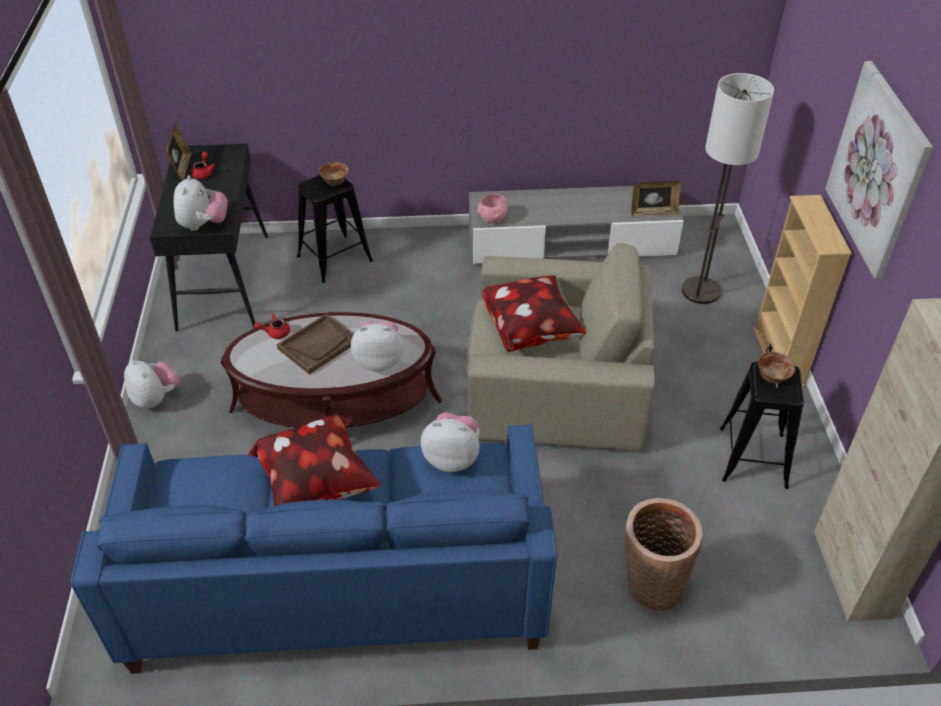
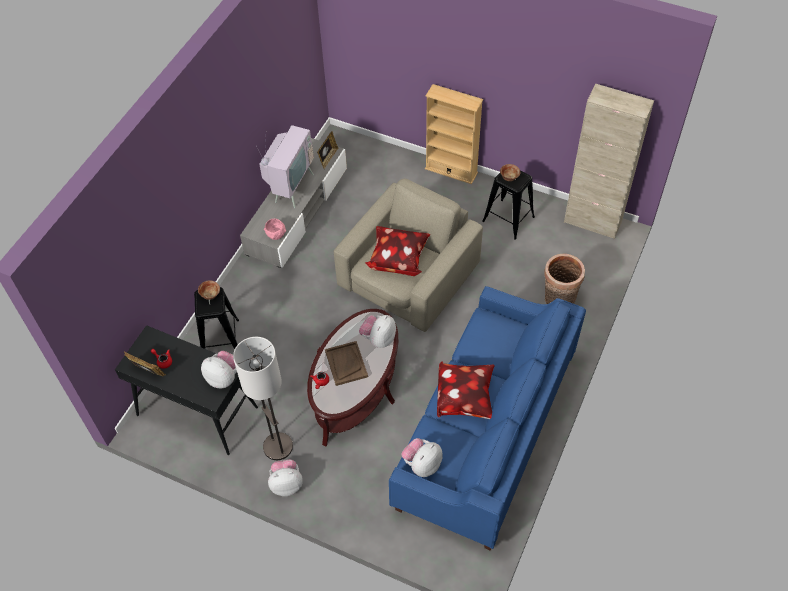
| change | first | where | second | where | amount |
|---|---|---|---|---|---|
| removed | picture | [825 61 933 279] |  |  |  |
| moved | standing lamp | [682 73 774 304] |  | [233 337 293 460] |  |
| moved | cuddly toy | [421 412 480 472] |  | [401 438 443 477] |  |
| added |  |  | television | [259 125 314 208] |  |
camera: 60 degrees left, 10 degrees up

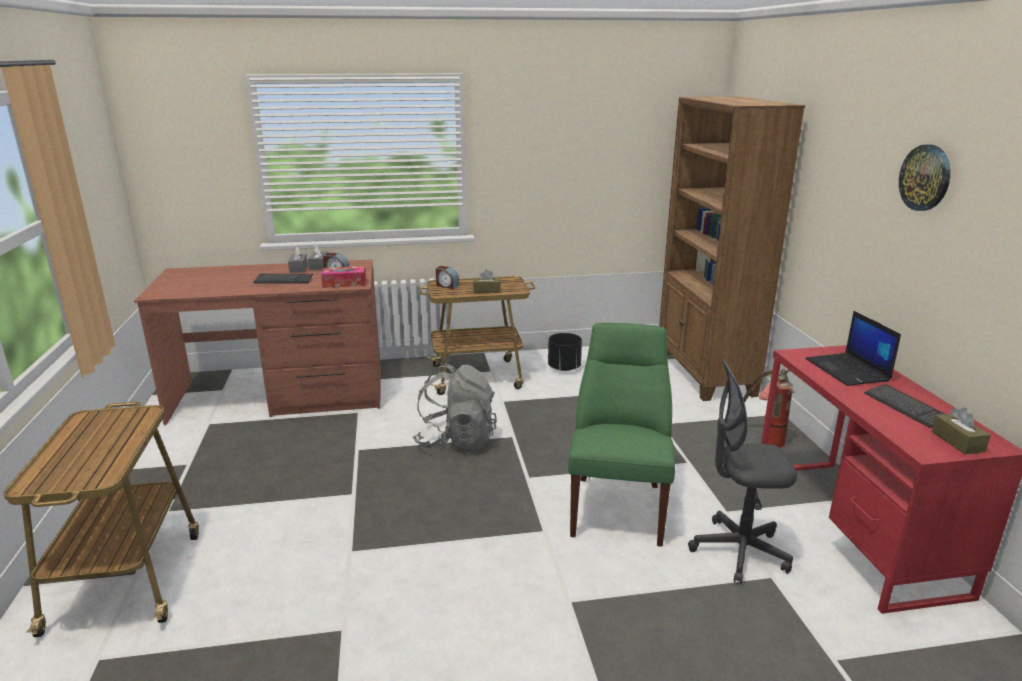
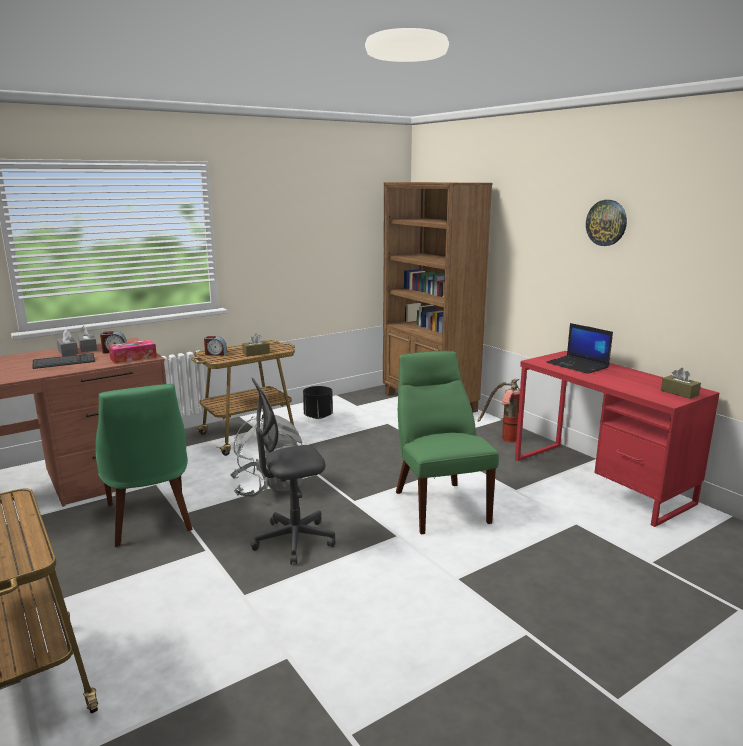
| change | first | where | second | where | amount |
|---|---|---|---|---|---|
| moved | office chair (gray) | [688 359 797 584] |  | [251 378 336 565] |  |
| removed | keyboard | [864 384 945 428] |  |  |  |
| added |  |  | plain chair (green-coloured) | [95 384 193 547] |  |
camera: 25 degrees left, 5 degrees down

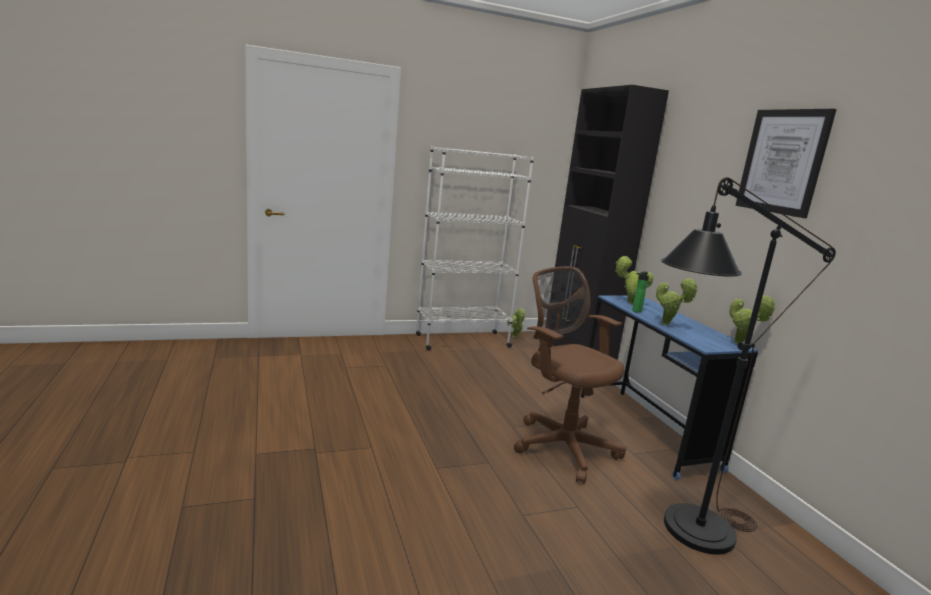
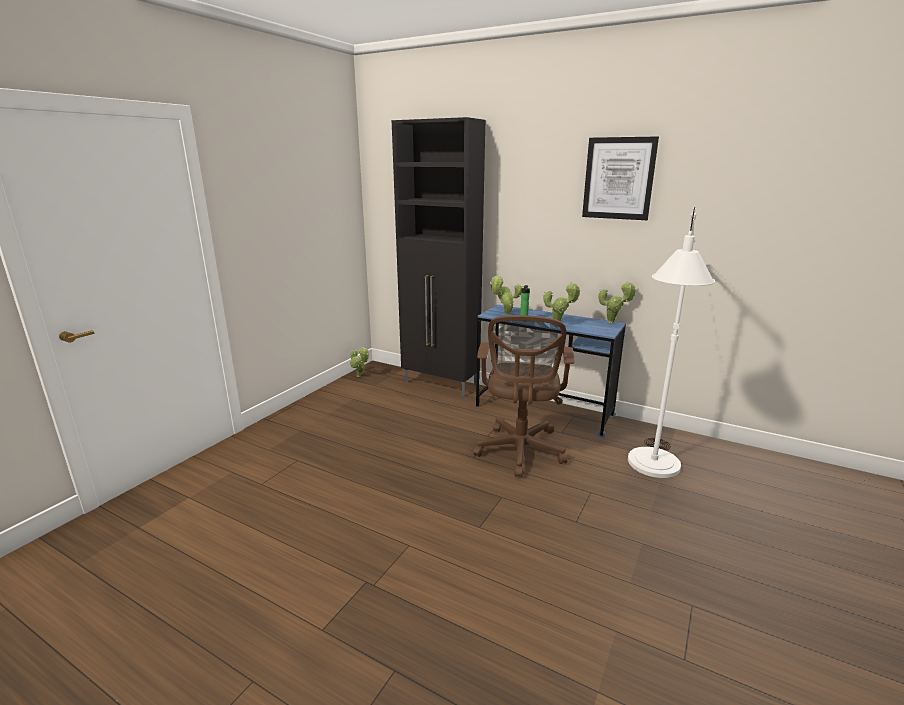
| change | first | where | second | where | amount |
|---|---|---|---|---|---|
| removed | bookshelf (white) | [416 146 534 351] |  |  |  |
| recoloured | standing lamp (blackish) | [661 177 836 555] | standing lamp (white) | [628 207 715 478] |  |
| turned | office chair (brown-coloured) | [514 266 626 484] |  | [473 315 574 478] | 90 degrees counterclockwise |
camera: 40 degrees left, 5 degrees up

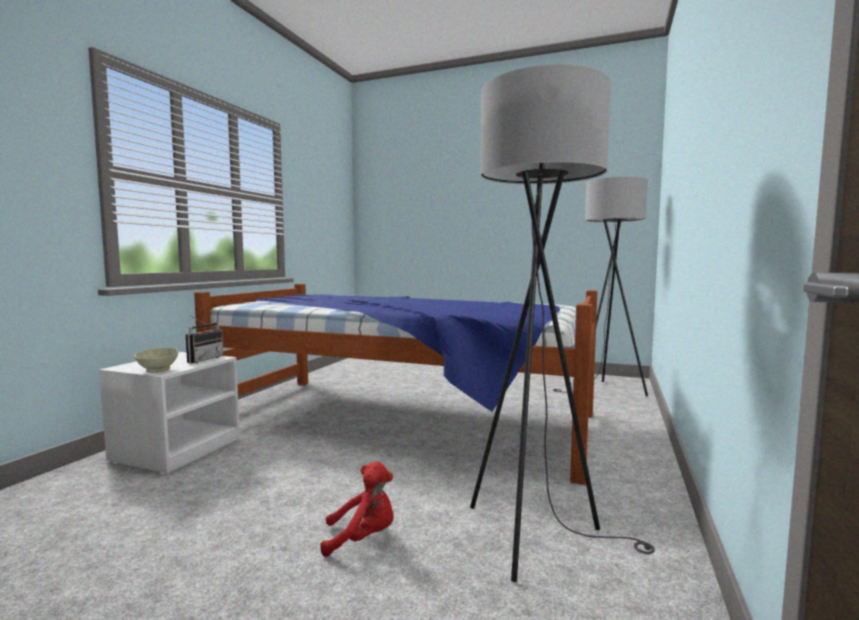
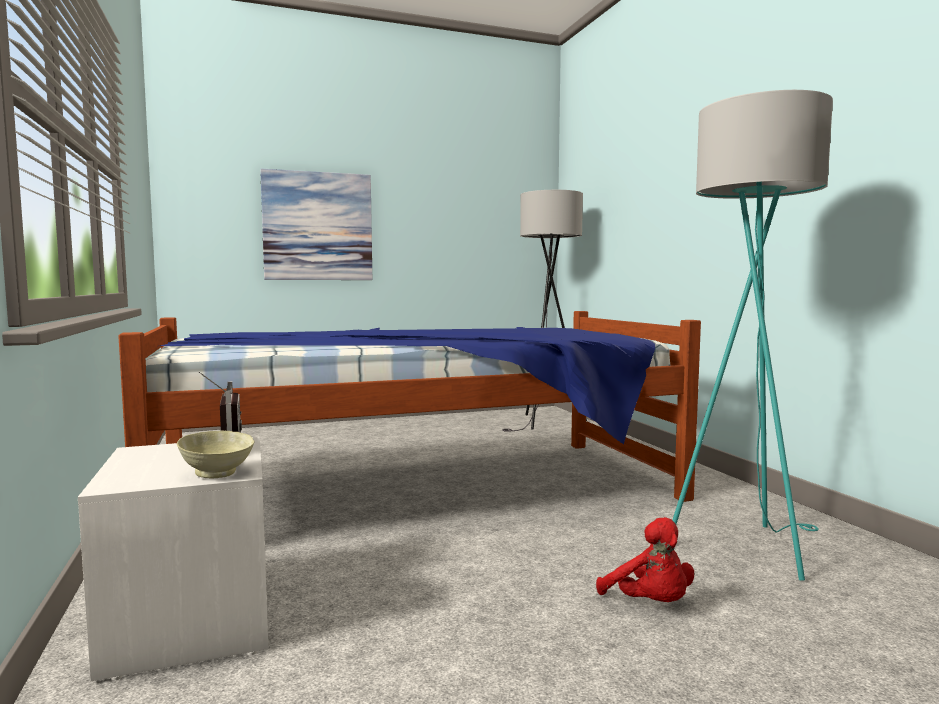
| change | first | where | second | where | amount |
|---|---|---|---|---|---|
| recoloured | standing lamp (gray) | [470 64 655 582] | standing lamp (blue-green) | [672 90 833 581] |  |
| turned | cuddly toy (reddish) | [320 462 394 557] |  | [596 517 694 602] | 105 degrees clockwise |
| added |  |  | picture | [260 168 372 280] |  |
camera: 40 degrees left, 0 degrees up

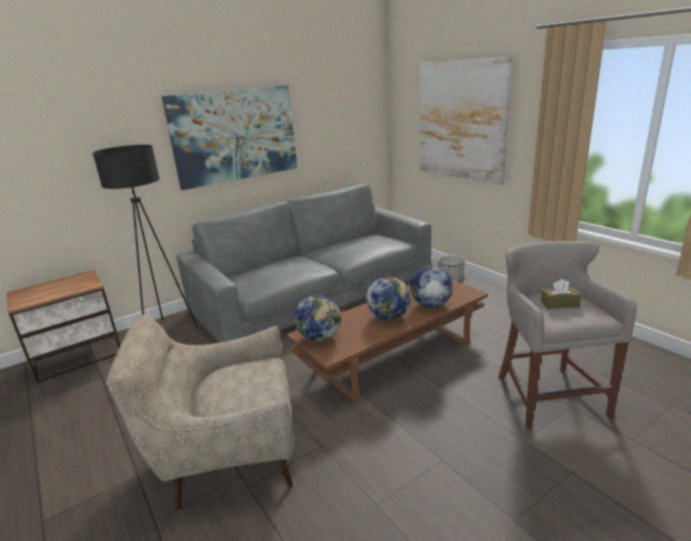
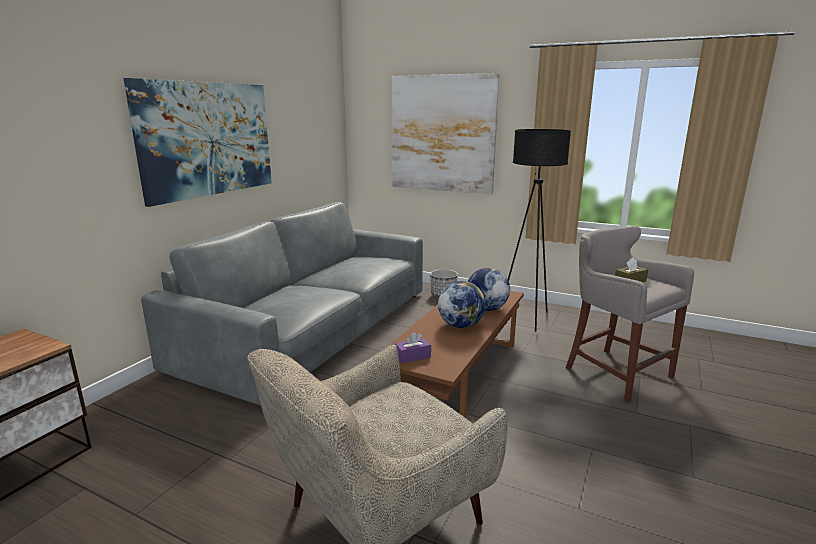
| change | first | where | second | where | amount |
|---|---|---|---|---|---|
| moved | standing lamp (blackish) | [93 145 198 328] |  | [508 129 571 332] |  |
| replaced | desk globe | [294 295 341 341] | tissue holder (purplish) | [395 332 431 363] |  |
camera: 30 degrees left, 5 degrees down

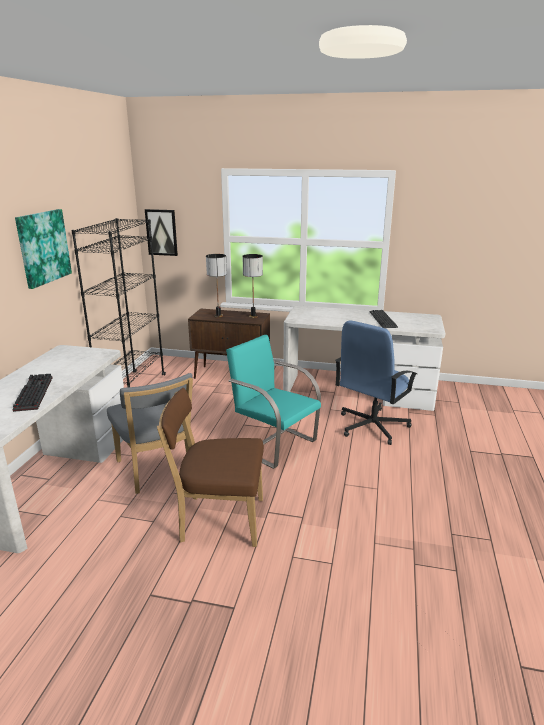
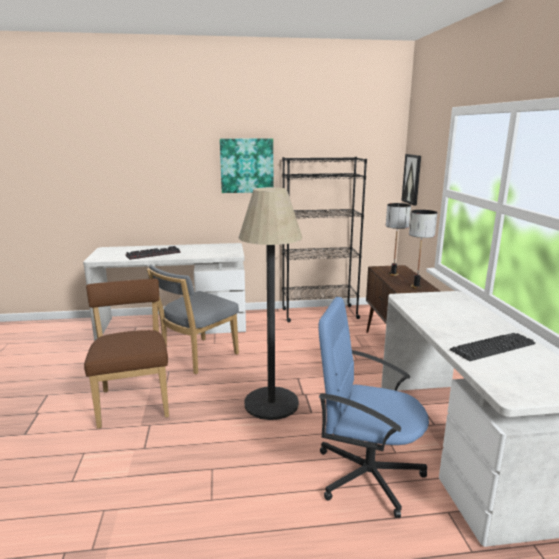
| change | first | where | second | where | amount |
|---|---|---|---|---|---|
| replaced | plain chair (blue-green) | [226 335 321 469] | standing lamp | [239 187 303 420] |  |
camera: 70 degrees right, 5 degrees down

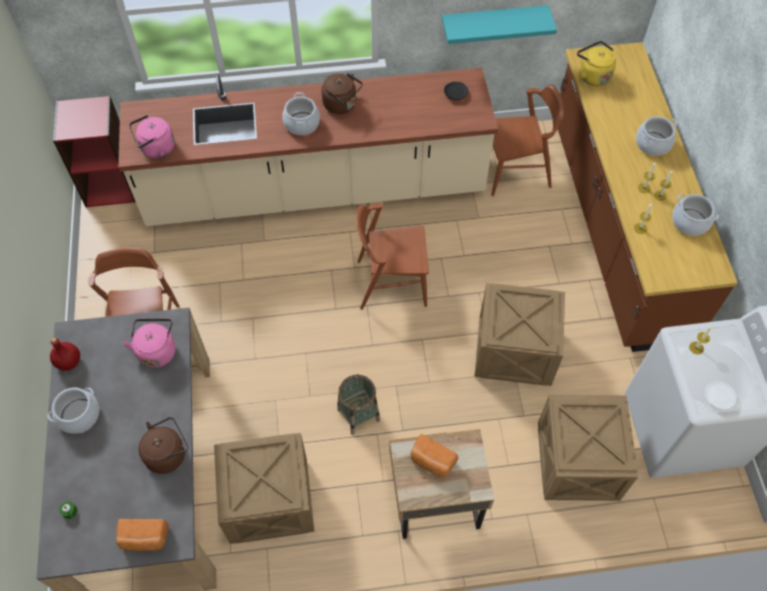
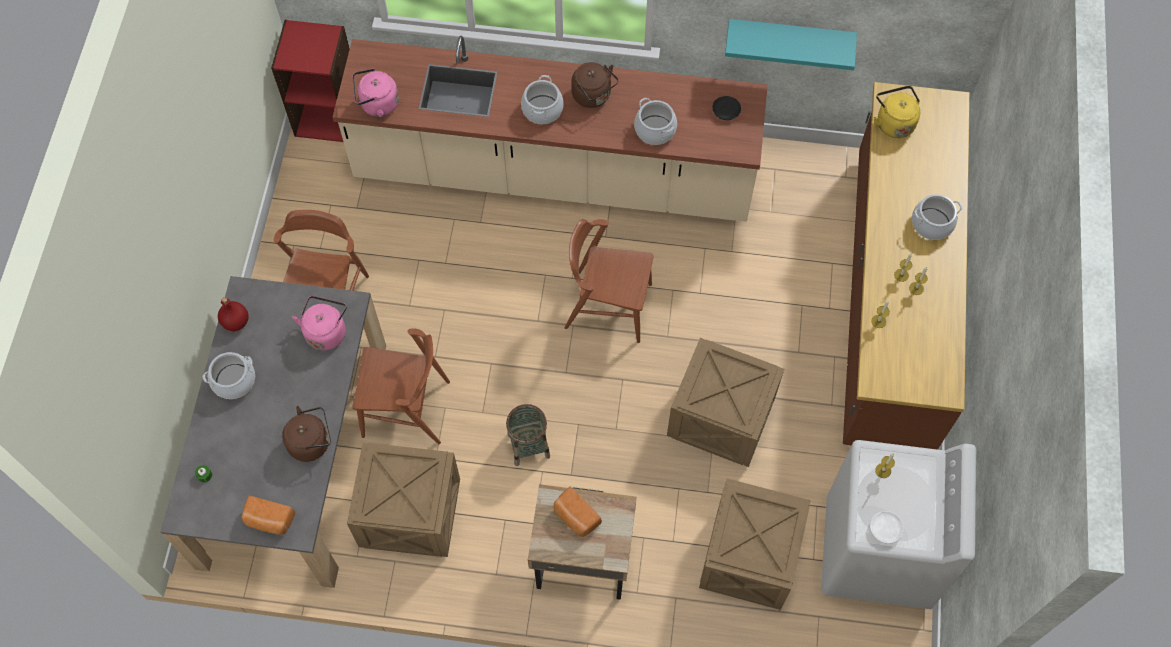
| change | first | where | second | where | amount |
|---|---|---|---|---|---|
| moved | plain chair (brown-coloured) | [491 84 564 196] |  | [352 328 450 444] |  |
| moved | saucepot | [672 194 719 236] |  | [634 98 677 145] |  |
camera: 15 degrees right, 5 degrees up

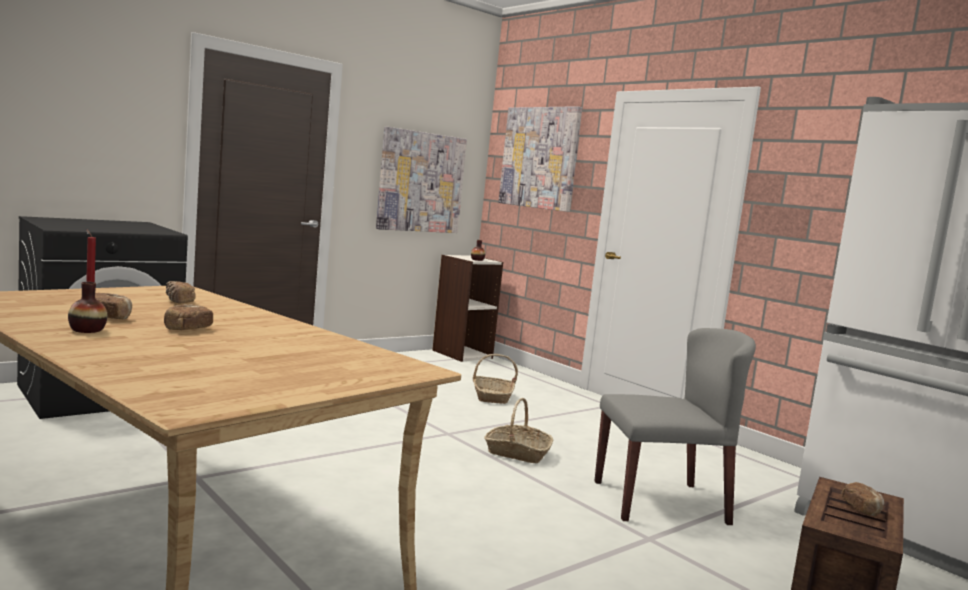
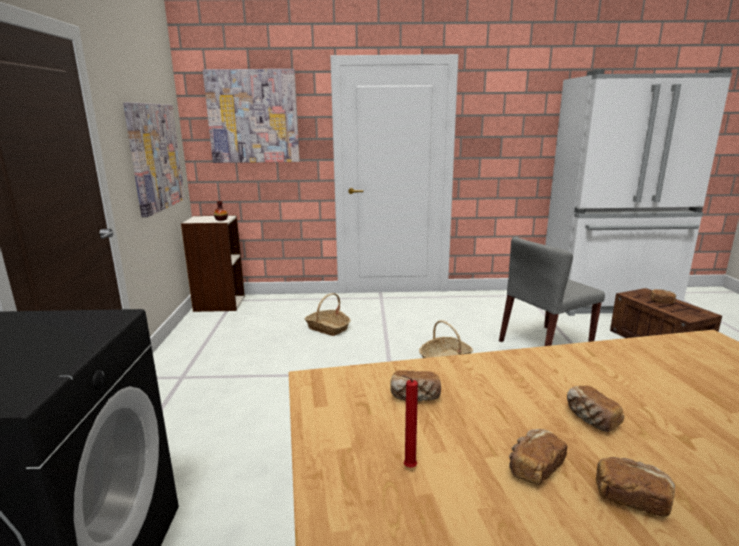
| change | first | where | second | where | amount |
|---|---|---|---|---|---|
| replaced | decorative vase | [68 282 107 333] | bread | [596 457 675 517] |  |
| turned | plain chair (gray) | [595 328 756 525] |  | [499 236 605 346] | 150 degrees counterclockwise |
camera: 50 degrees left, 10 degrees up

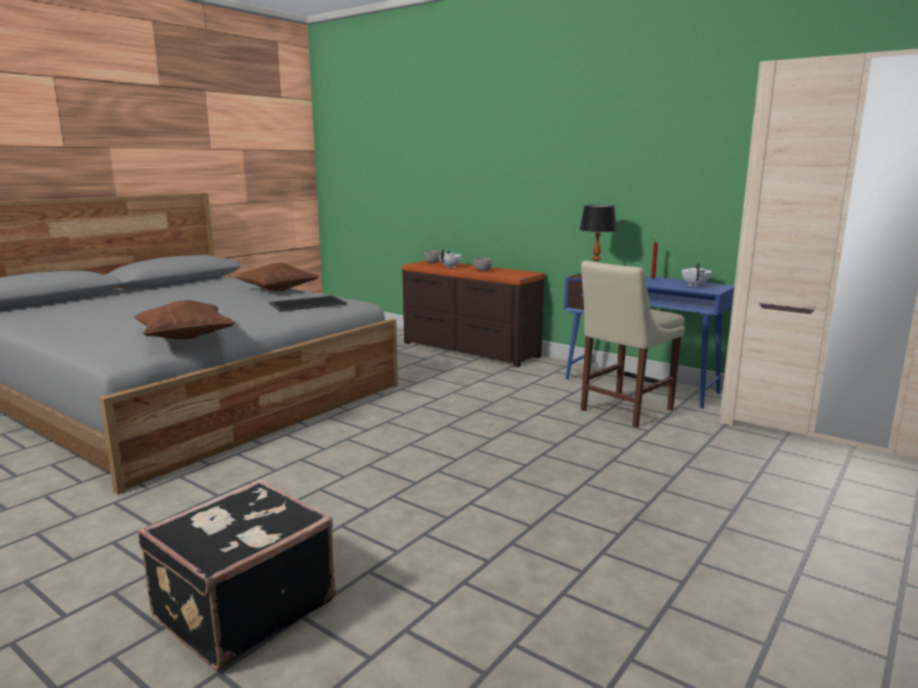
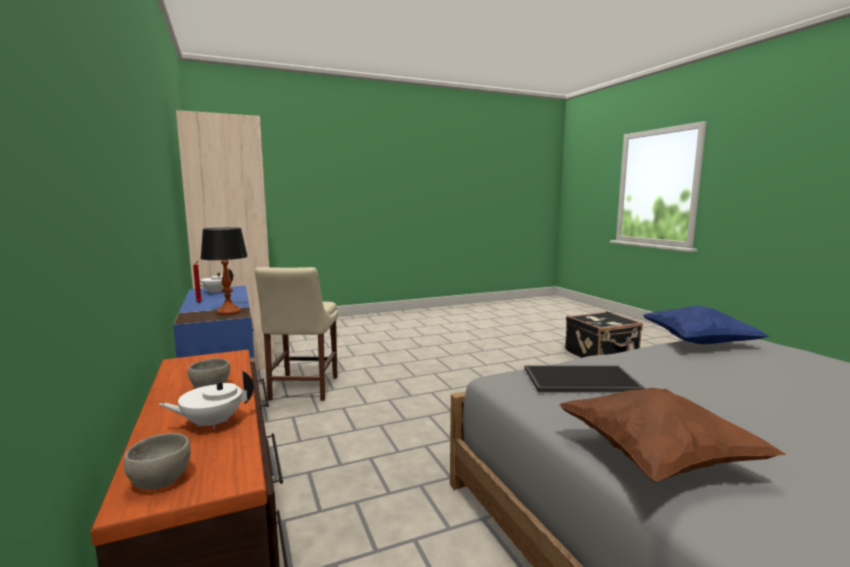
| change | first | where | second | where | amount |
|---|---|---|---|---|---|
| turned | plain chair (beige-coloured) | [581 261 685 428] |  | [255 267 338 401] | 105 degrees clockwise |
| recoloured | pillow (brown-coloured) | [134 300 236 340] | pillow (blue-coloured) | [643 306 770 344] |  |
camera: 150 degrees left, 5 degrees down

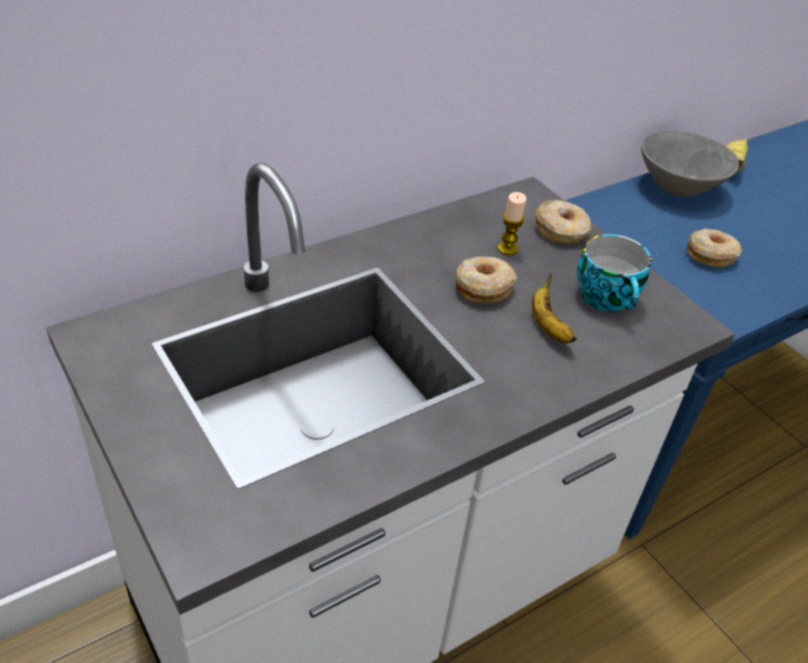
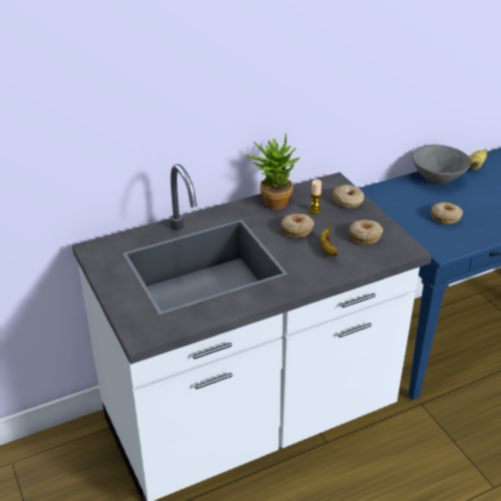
| change | first | where | second | where | amount |
|---|---|---|---|---|---|
| replaced | drinking cup | [577 234 652 311] | ring doughnut | [349 220 383 244] |  |
| added |  |  | houseplant | [245 133 300 210] |  |
camera: 10 degrees right, 5 degrees down

